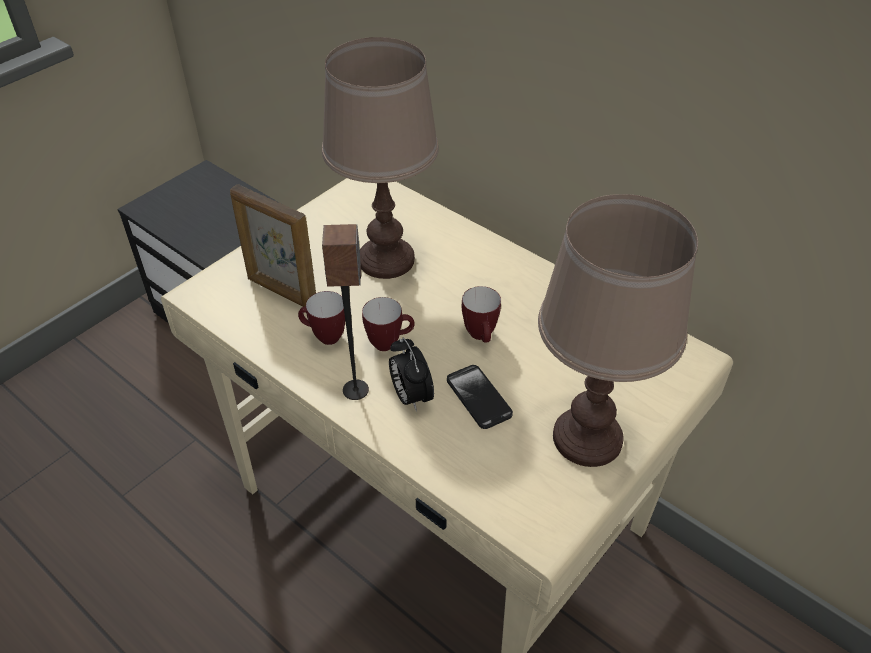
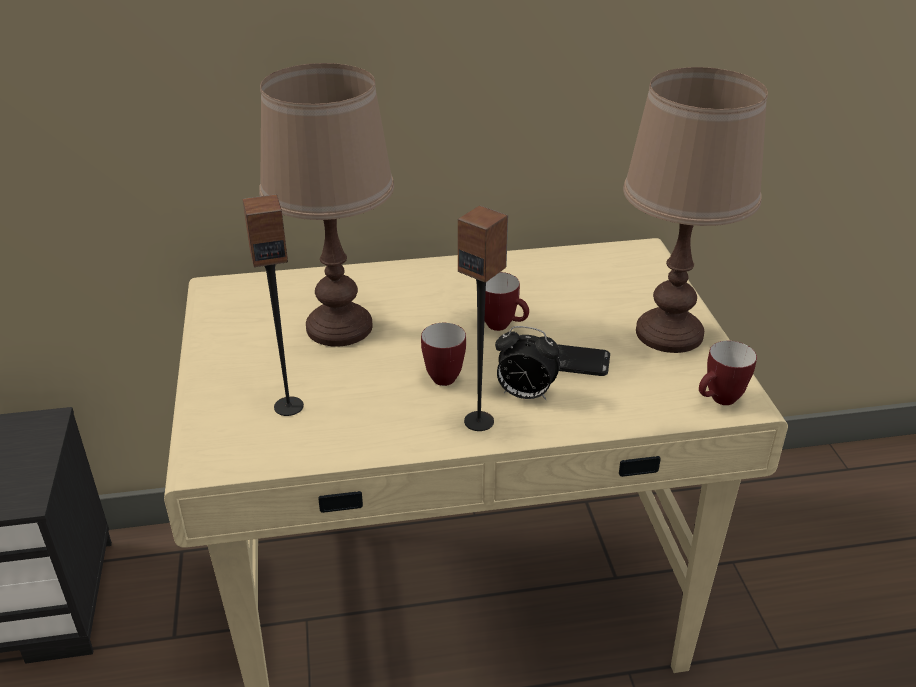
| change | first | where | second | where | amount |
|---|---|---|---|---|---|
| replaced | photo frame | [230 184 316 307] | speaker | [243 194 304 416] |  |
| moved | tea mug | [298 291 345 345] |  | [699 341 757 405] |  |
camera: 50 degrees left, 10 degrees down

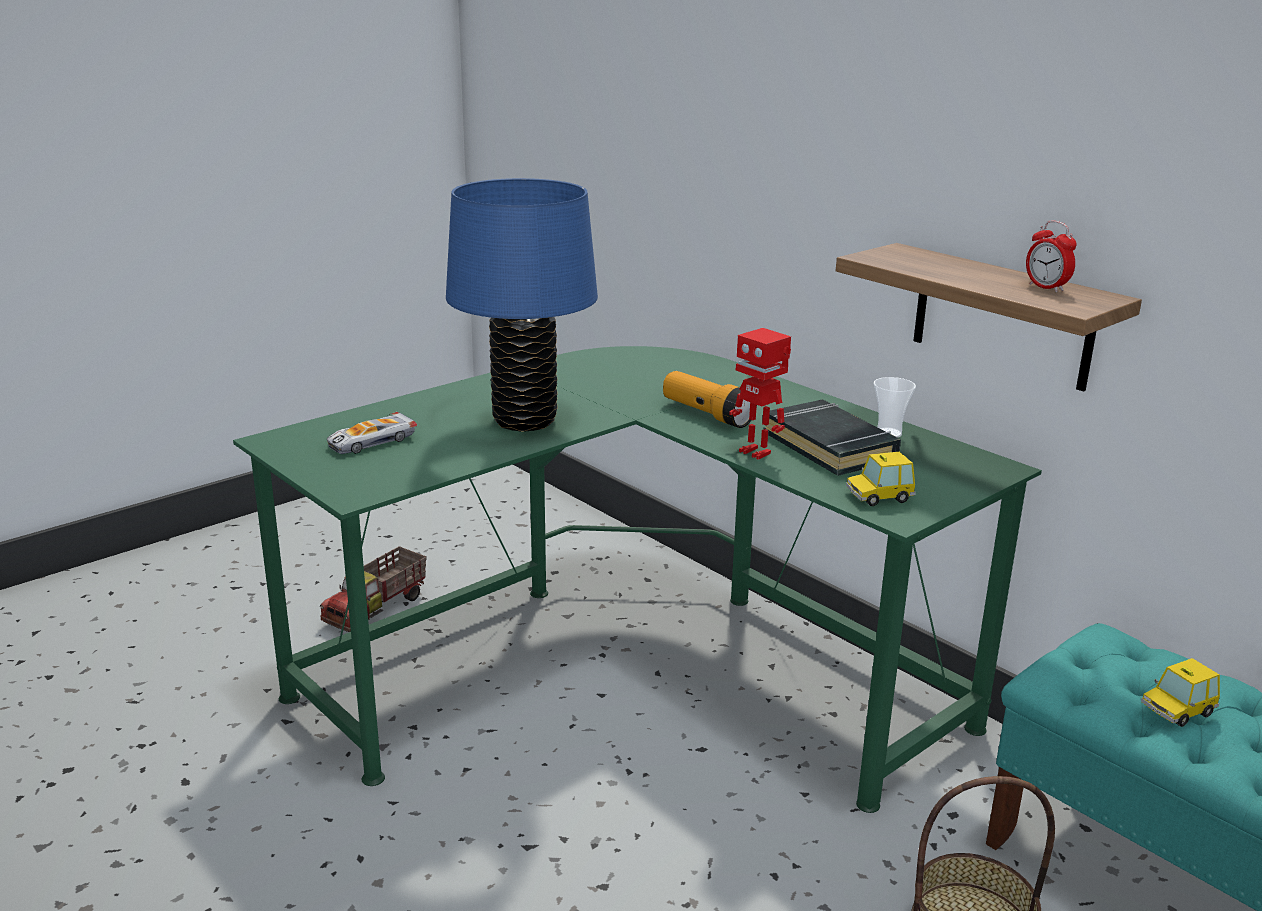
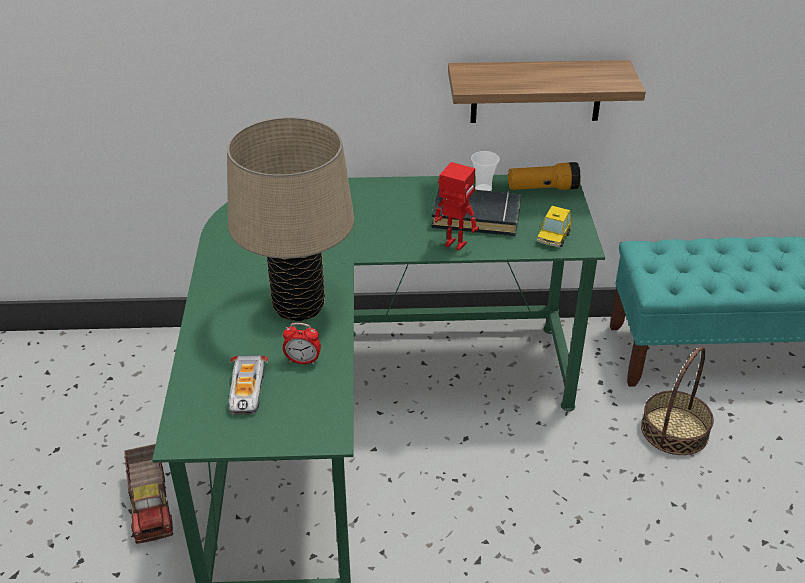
| change | first | where | second | where | amount |
|---|---|---|---|---|---|
| recoloured | lamp for a table (blue-coloured) | [446 178 598 432] | lamp for a table (beige-coloured) | [227 117 354 322] |  |
| moved | alarm clock | [1026 220 1077 292] |  | [283 323 321 364] |  |
| turned | toy robot | [729 328 791 460] |  | [435 162 479 251] | 150 degrees counterclockwise |
| moved | flashlight | [663 371 757 428] |  | [508 162 581 190] |  |
| removed | model car | [1141 658 1220 727] |  |  |  |
camera: 50 degrees left, 15 degrees up

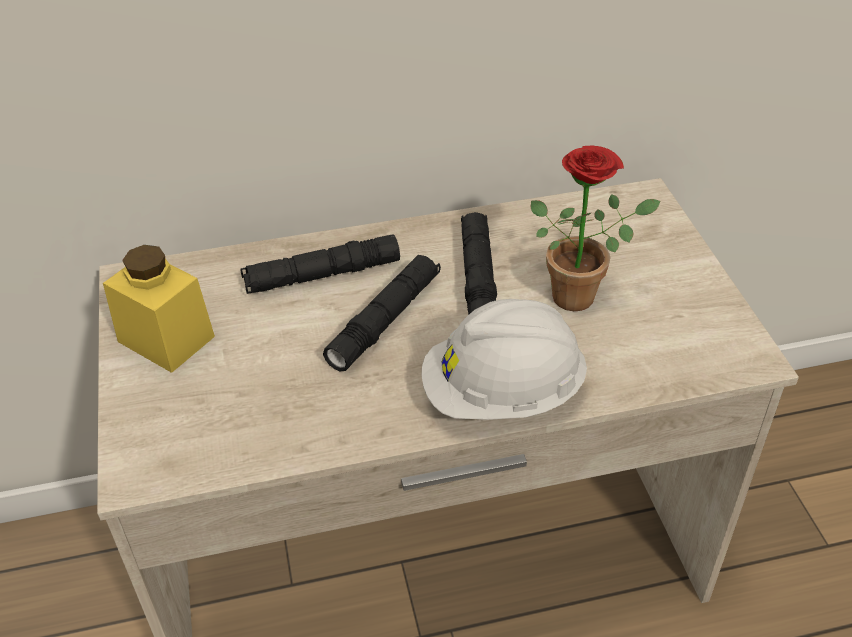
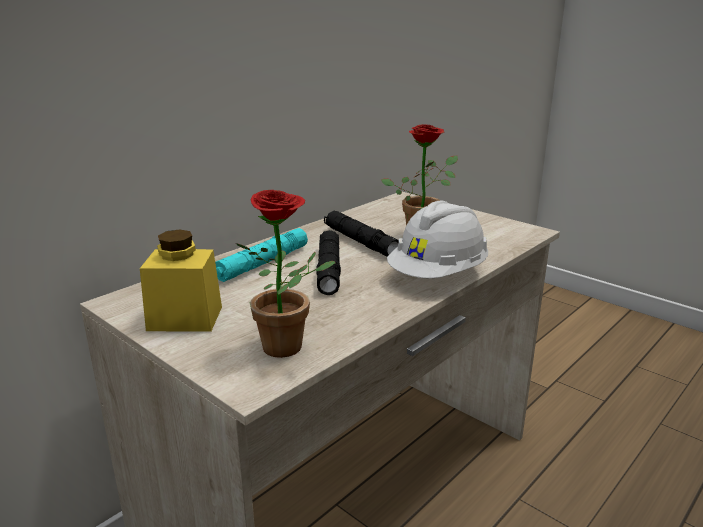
| change | first | where | second | where | amount |
|---|---|---|---|---|---|
| recoloured | flashlight (blackish) | [240 234 400 294] | flashlight (blue-green) | [215 228 308 282] |  |
| added |  |  | houseplant | [236 190 335 358] |  |
camera: 35 degrees left, 20 degrees down

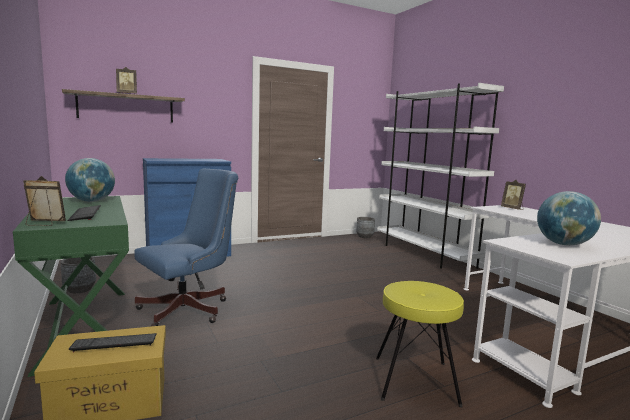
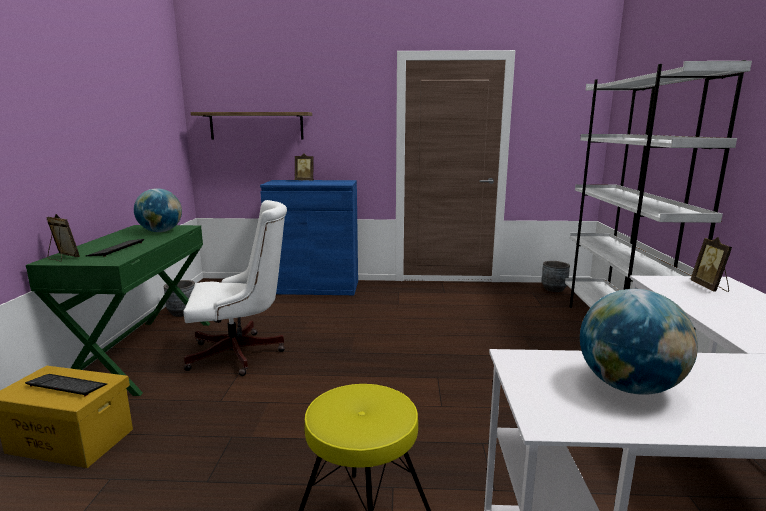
| change | first | where | second | where | amount |
|---|---|---|---|---|---|
| moved | photo frame | [116 67 137 93] |  | [295 153 314 181] |  |
| recoloured | office chair (blue-coloured) | [135 169 238 326] | office chair (white) | [183 200 287 376] |  |
camera: 30 degrees right, 5 degrees up

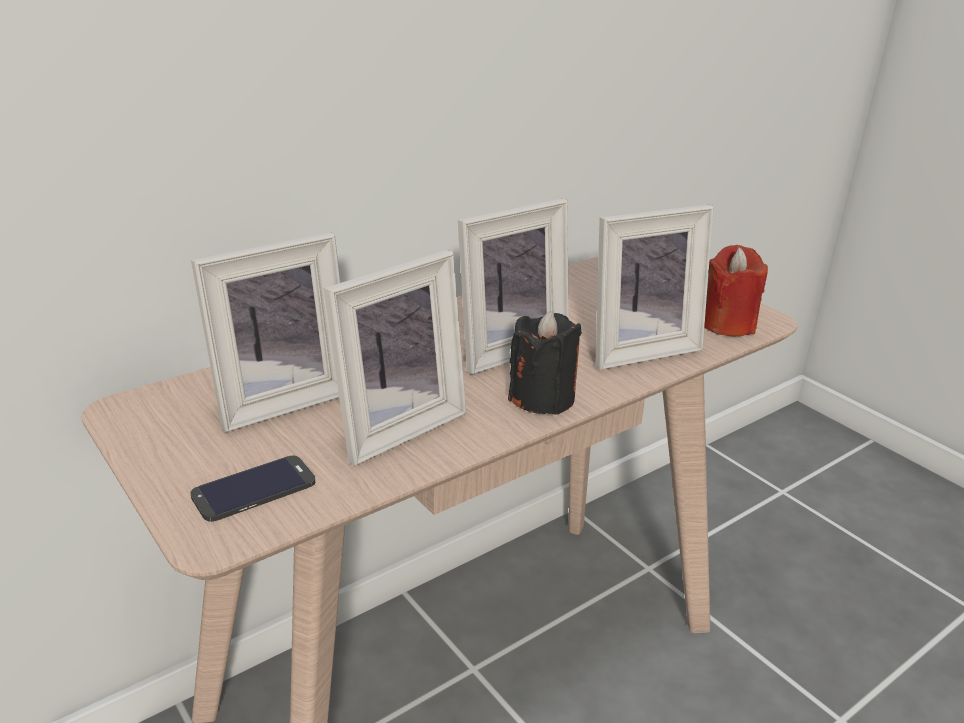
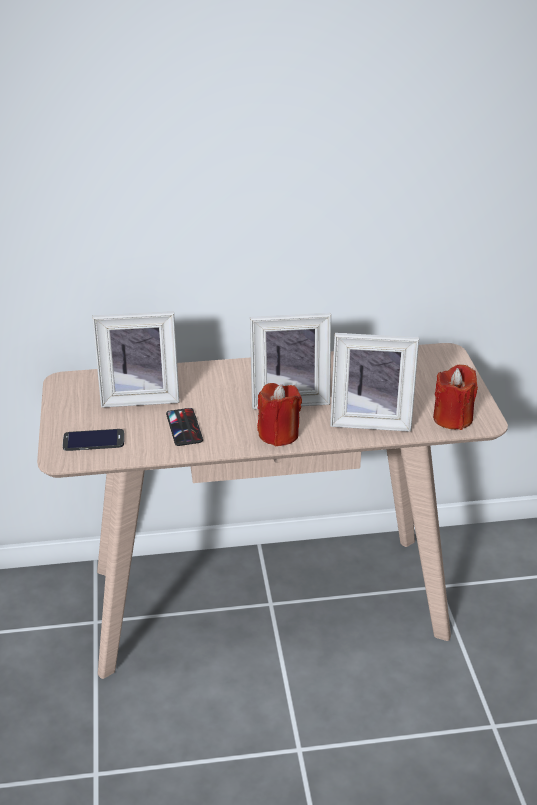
| change | first | where | second | where | amount |
|---|---|---|---|---|---|
| replaced | photo frame | [324 250 466 465] | telephone | [166 408 203 446] |  |
| recoloured | wax candle (blackish) | [508 311 582 415] | wax candle (reddish) | [257 383 302 446] |  |
camera: 30 degrees right, 5 degrees up

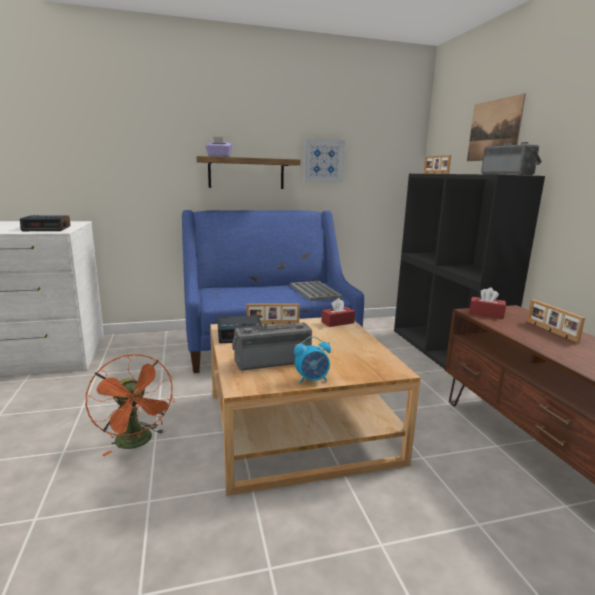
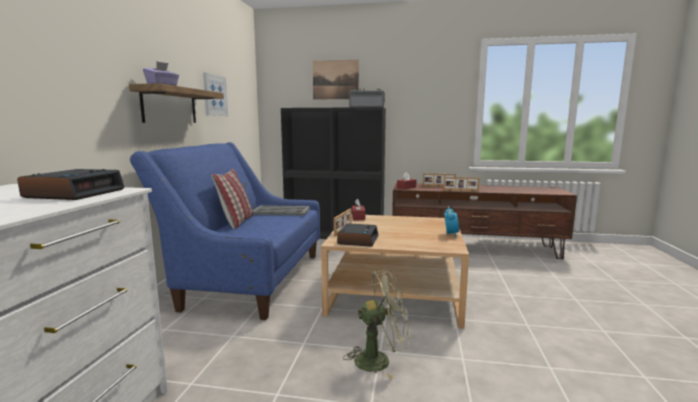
| change | first | where | second | where | amount |
|---|---|---|---|---|---|
| moved | photo frame | [424 155 451 174] |  | [443 177 480 192] |  |
| removed | radio receiver | [232 322 312 371] |  |  |  |
| recoloured | electric fan (orange) | [86 354 175 456] | electric fan (green-coloured) | [343 270 410 380] |  |
| added |  |  | pillow | [211 168 253 230] |  |
camera: 65 degrees left, 5 degrees down

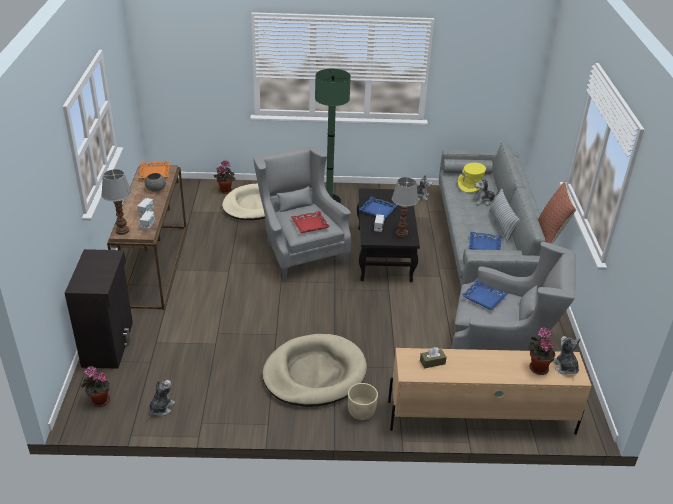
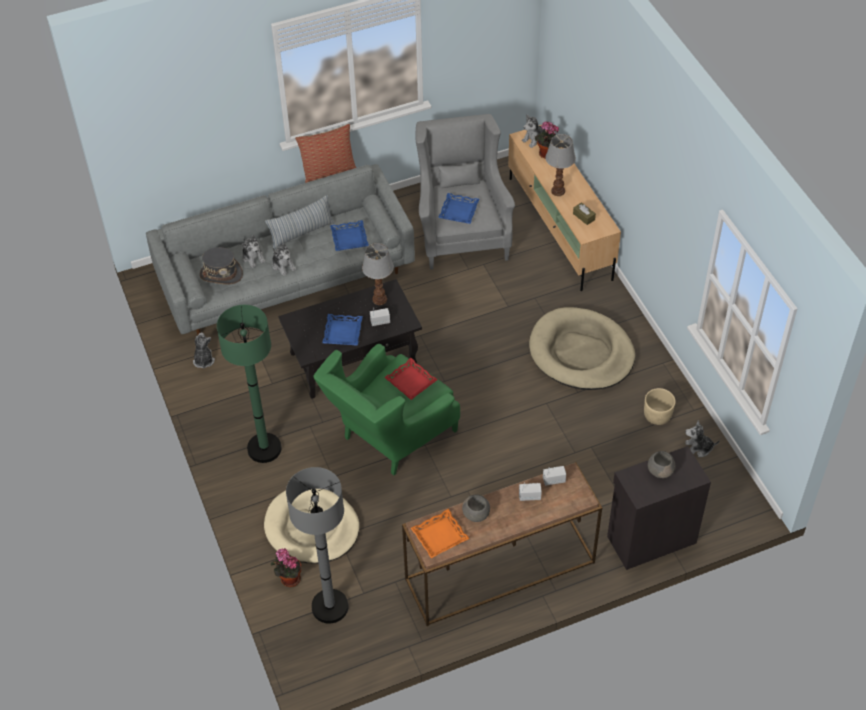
| change | first | where | second | where | amount |
|---|---|---|---|---|---|
| recoloured | armchair (gray) | [254 146 351 282] | armchair (green-coloured) | [313 344 460 475] |  |
| recoloured | wearable hat (yellowish) | [458 163 486 193] | wearable hat (gray) | [200 247 243 285] |  |
| moved | lamp for a table | [101 169 132 235] |  | [545 134 576 196] |  |
| removed | houseplant | [81 366 110 407] |  |  |  |
| moved | planter (beige-coloured) | [348 383 378 420] |  | [644 388 676 425] |  |
| added |  |  | cuddly toy | [272 244 296 276] |  |
| added |  |  | serving bowl (gray) | [648 451 675 478] |  |
| added |  |  | standing lamp (gray) | [286 467 349 624] |  |
camera: 110 degrees left, 15 degrees up

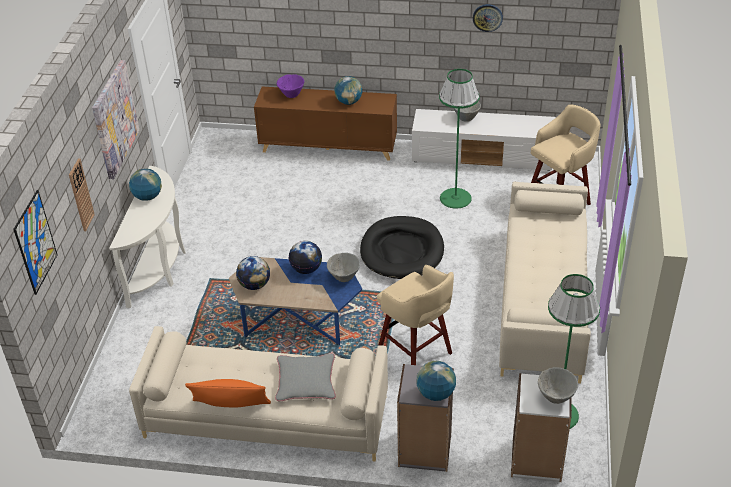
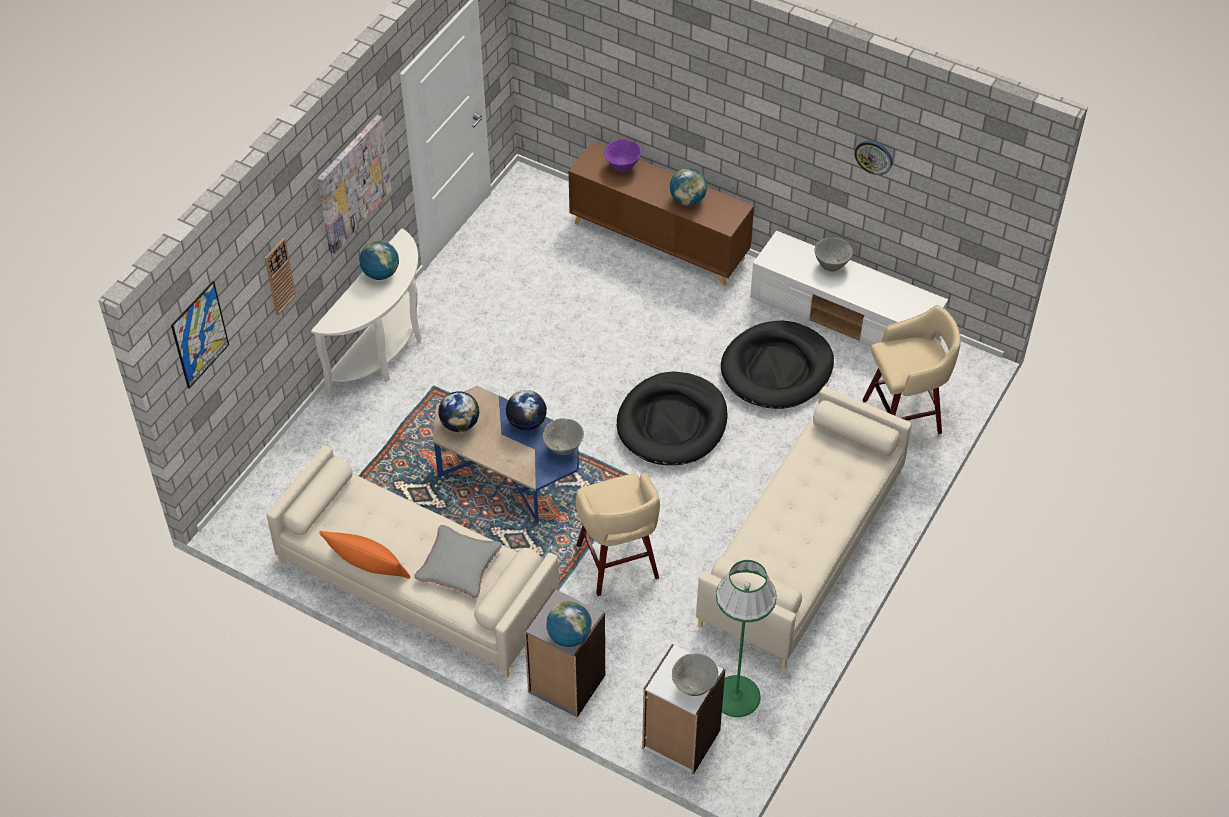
| change | first | where | second | where | amount |
|---|---|---|---|---|---|
| replaced | standing lamp (green-coloured) | [439 69 479 209] | dog bed (blackish) | [721 320 834 409] |  |
camera: 20 degrees right, 10 degrees up

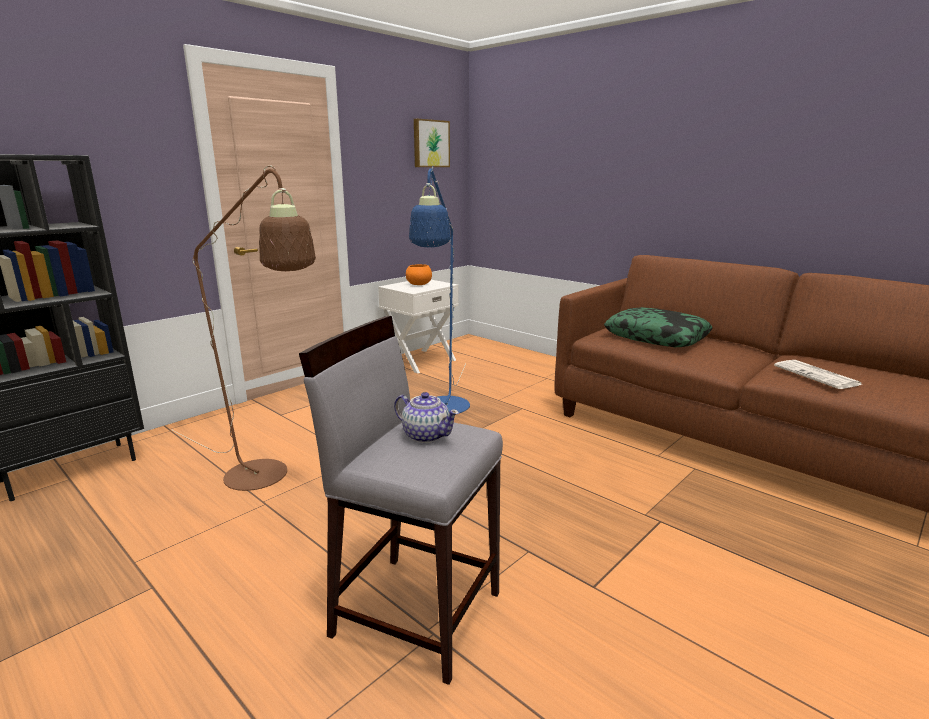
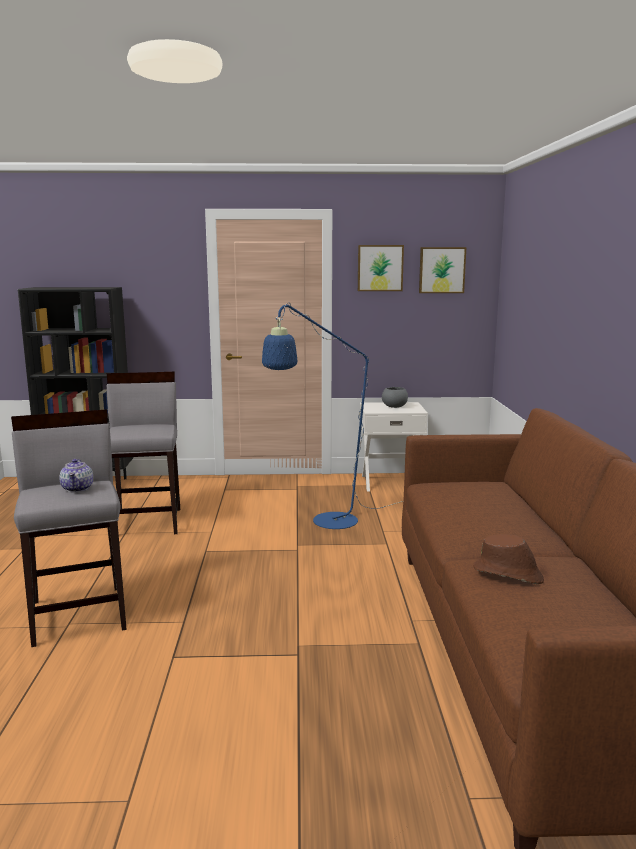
| change | first | where | second | where | amount |
|---|---|---|---|---|---|
| replaced | standing lamp (brown-coloured) | [172 165 316 491] | stool seat (gray) | [107 372 180 534] |  |
| recoloured | serving bowl (orange) | [406 264 432 285] | serving bowl (gray) | [382 387 408 408] |  |
| removed | pillow | [604 307 713 347] |  |  |  |
| replaced | printed paper | [774 360 862 389] | wearable hat (brown-coloured) | [473 534 544 584] |  |
| added |  |  | picture | [358 245 404 291] |  |
camera: 45 degrees right, 5 degrees down

